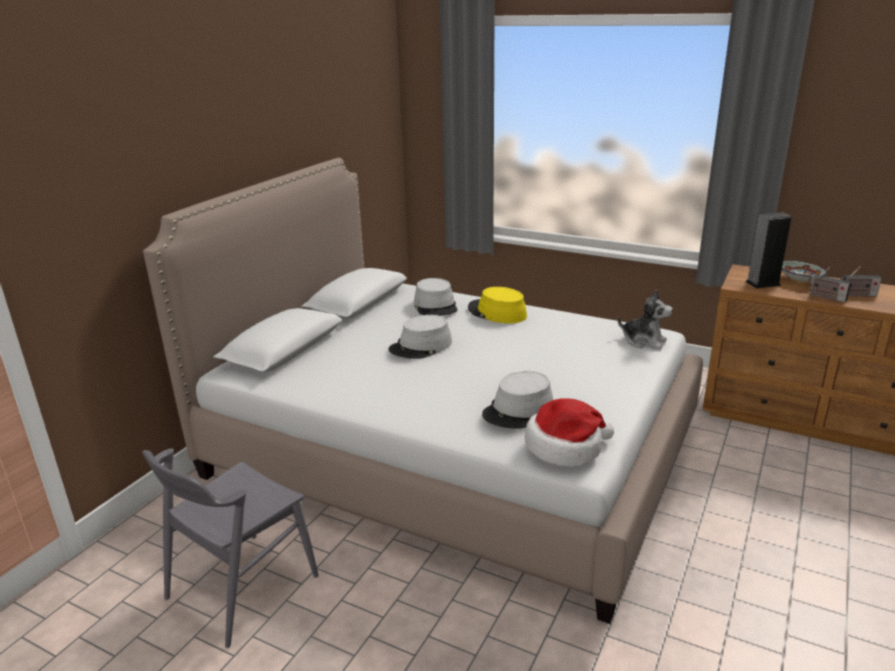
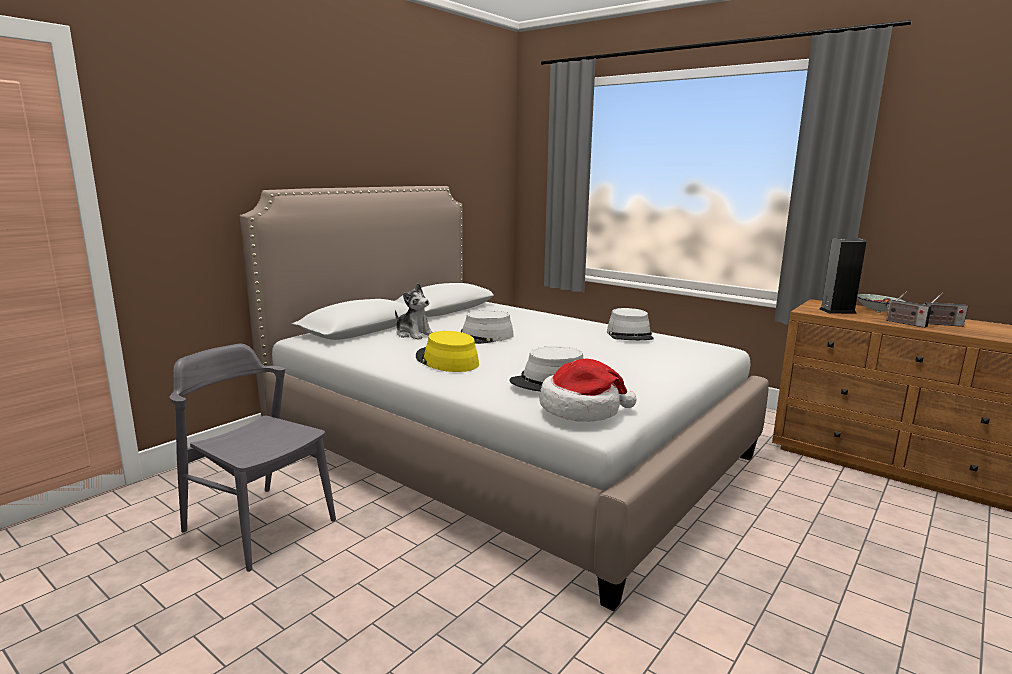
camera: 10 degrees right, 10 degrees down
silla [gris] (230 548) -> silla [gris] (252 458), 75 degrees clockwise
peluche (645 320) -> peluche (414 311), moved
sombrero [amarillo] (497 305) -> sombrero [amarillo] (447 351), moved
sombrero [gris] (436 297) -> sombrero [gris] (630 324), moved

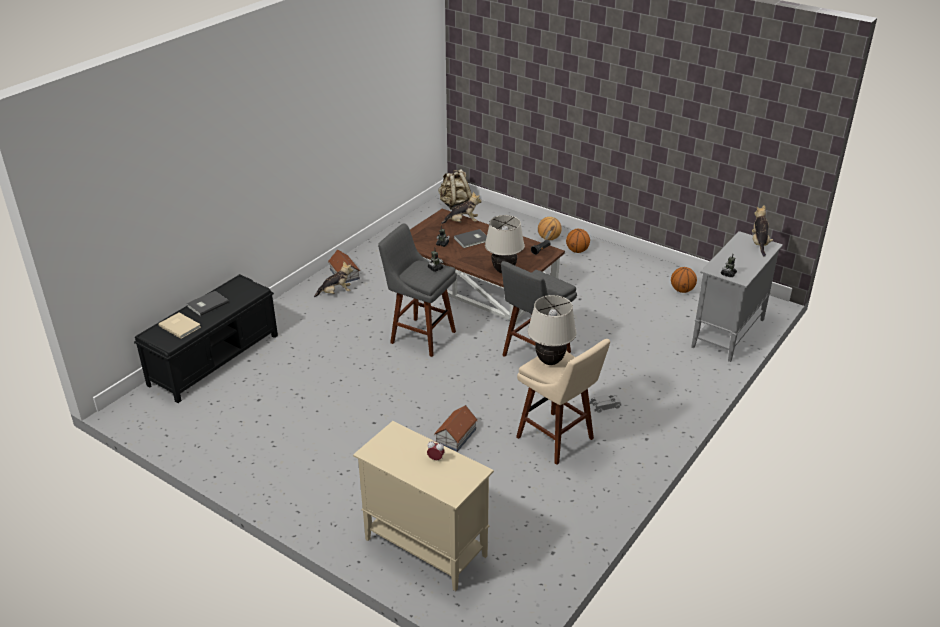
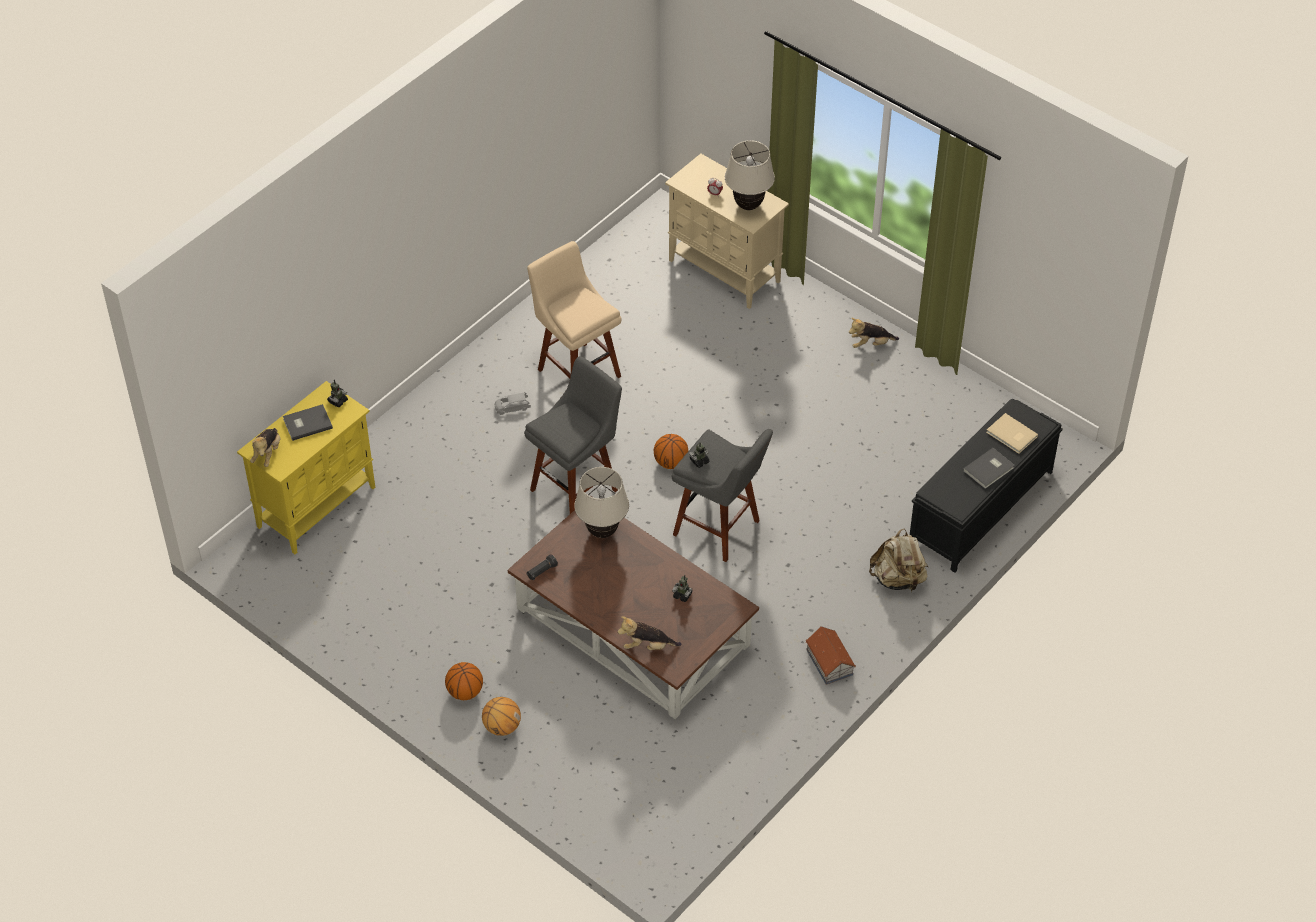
camera: 175 degrees left, 15 degrees up
armario [gris] (737 296) -> armario [amarillo] (306 467)
libro [gris] (470 238) -> libro [gris] (308 422), moved
balón de baloncesto (684 280) -> balón de baloncesto (671 451), moved
lámpara de mesa [beis] (552 330) -> lámpara de mesa [beis] (750 175), moved
peluche (333 279) -> peluche (874 333), moved
mochila [beis] (455 189) -> mochila [beis] (898 560), moved
casita (455 428) -> none

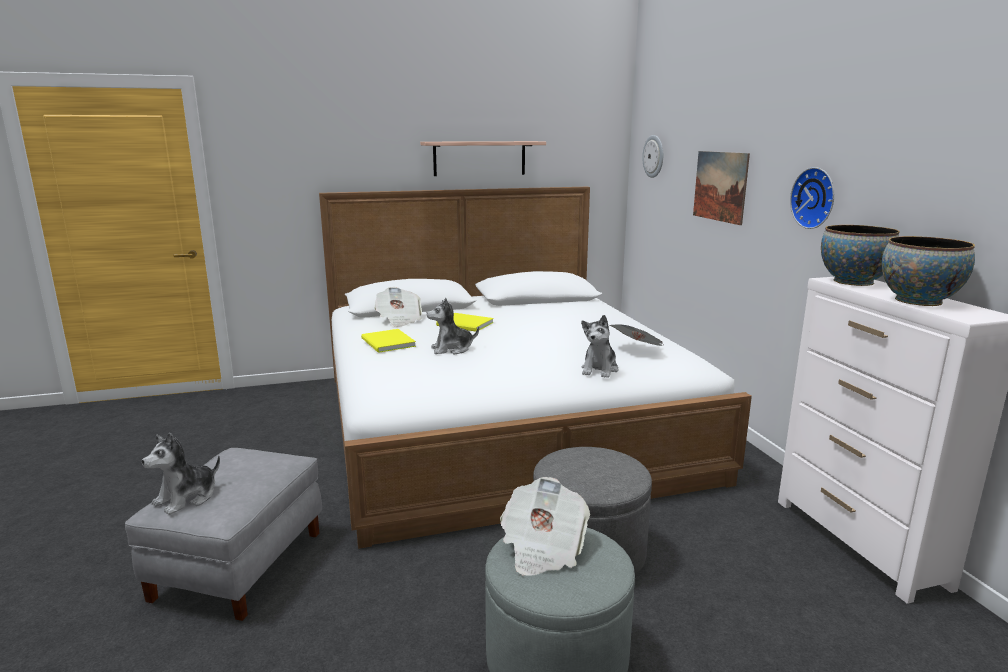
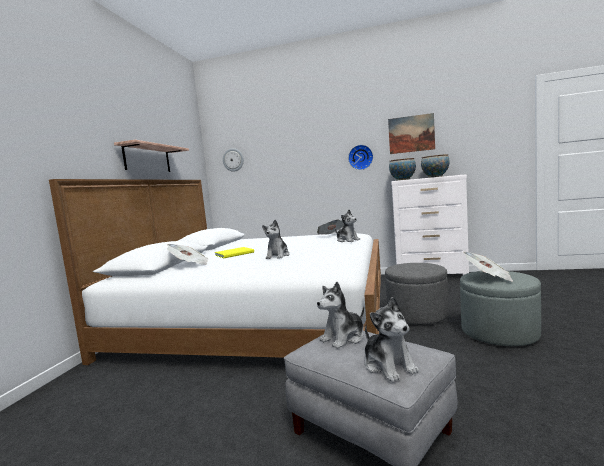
camera: 60 degrees left, 10 degrees down
none -> peluche (340 315)
cuadro (721 188) -> cuadro (411 133), moved
libro [amarillo] (388 341) -> none

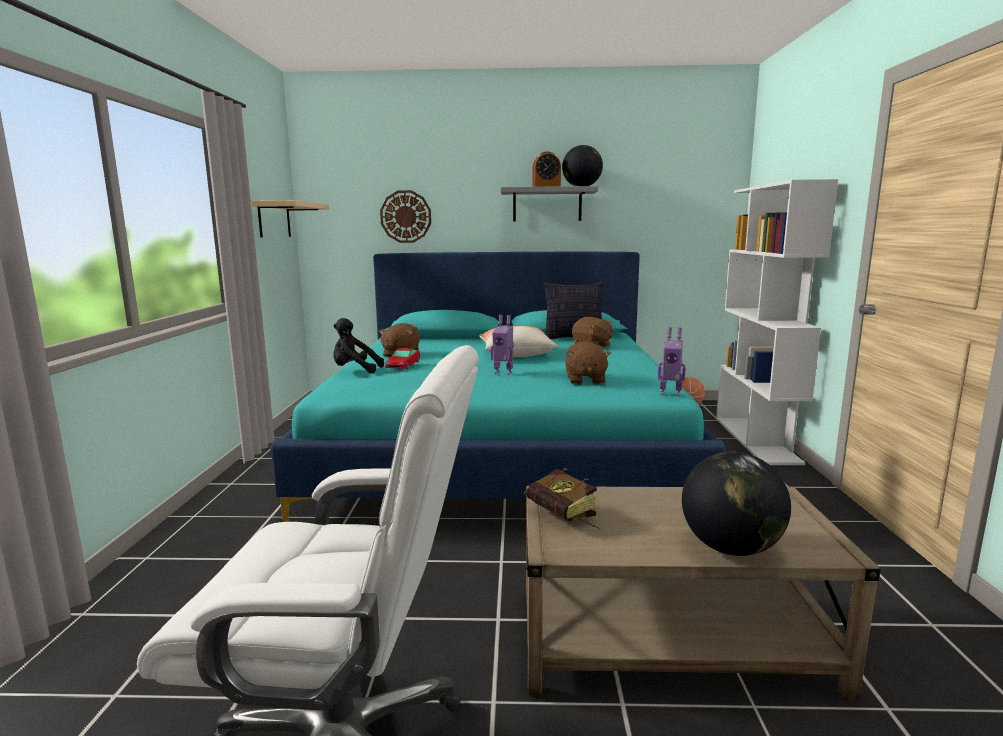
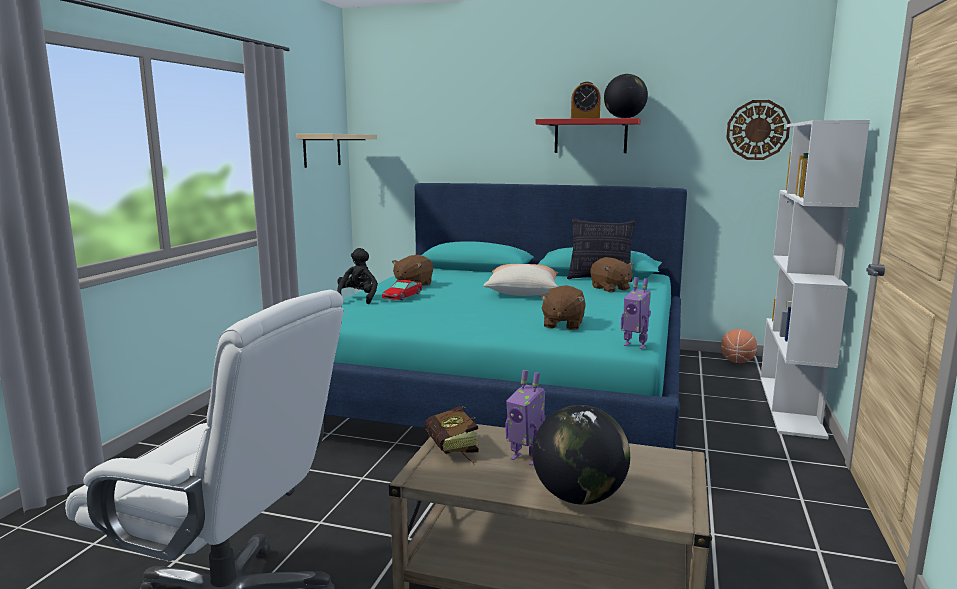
camera: 15 degrees right, 0 degrees up
peluche [negro] (358 345) -> peluche [negro] (357 276), 75 degrees clockwise
robot de juguete (502 345) -> robot de juguete (525 418), moved
estante [gris] (549 203) -> estante [rojo] (588 135)
reloj de pared (405 216) -> reloj de pared (758 130), moved

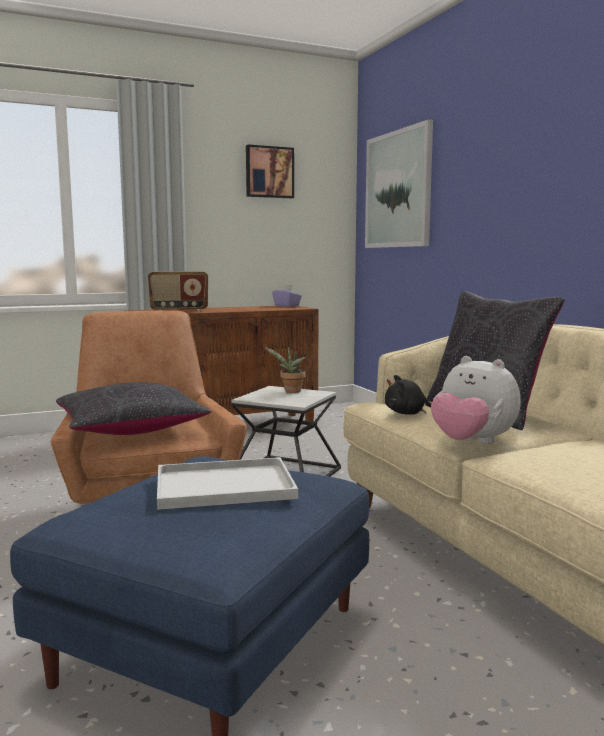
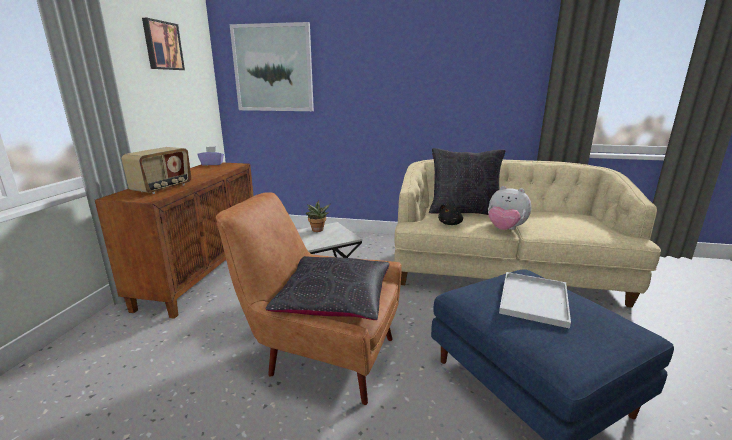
camera: 55 degrees left, 10 degrees up
peluche (476 400) -> peluche (509 208), 45 degrees clockwise

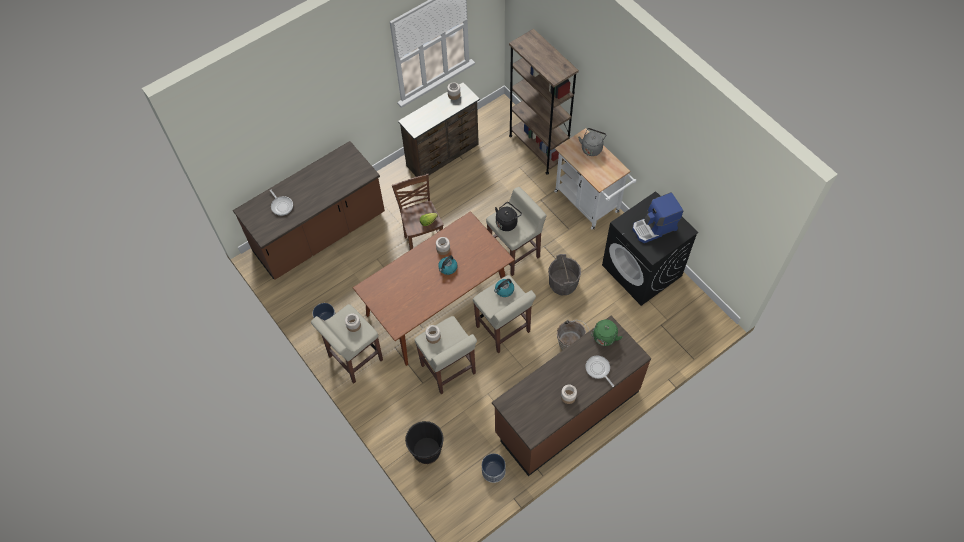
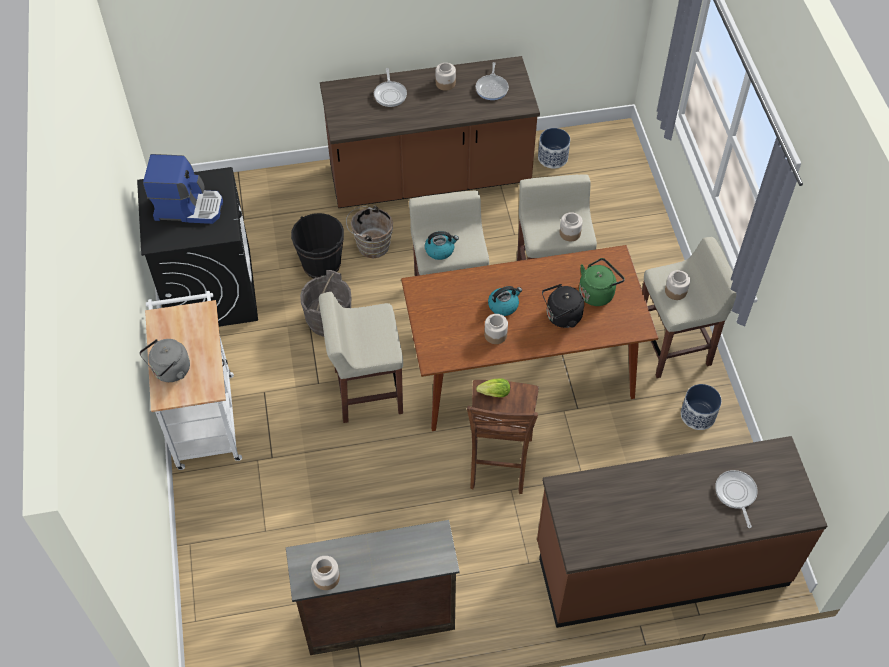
camera: 155 degrees left, 5 degrees down
cubo [negro] (424 442) -> cubo [negro] (317 245), moved
none -> sartén (492 81)
hervidor [negro] (508 216) -> hervidor [negro] (563 306), moved
hervidor [verde] (606 332) -> hervidor [verde] (602 282), moved
estantería [marrón] (544 102) -> none

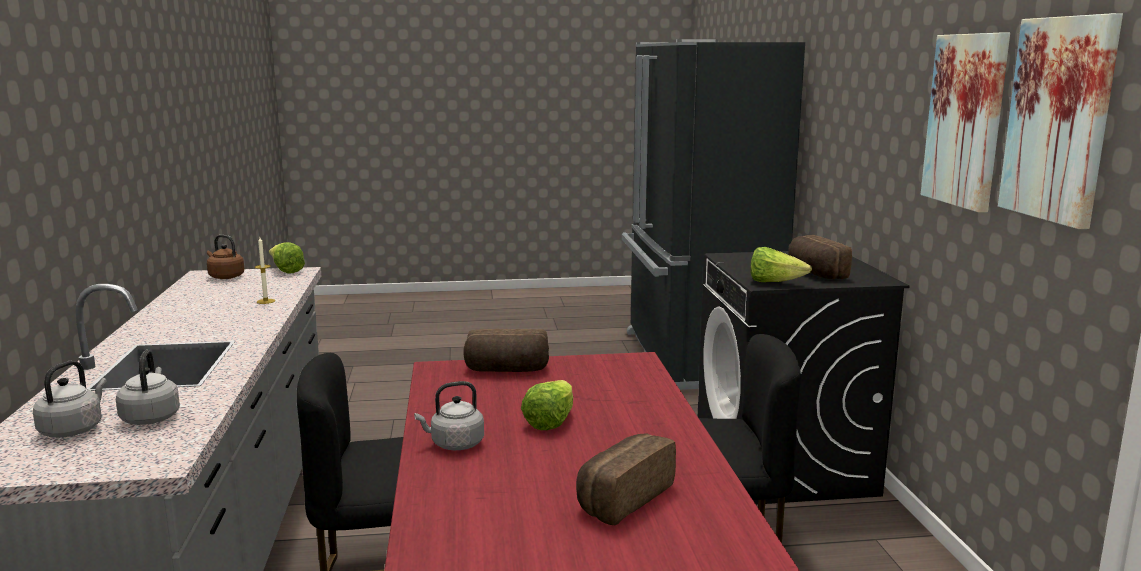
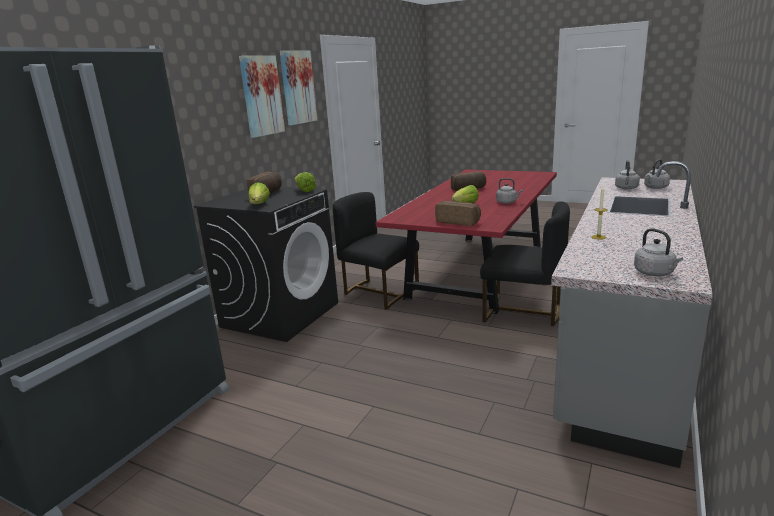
camera: 145 degrees left, 5 degrees up
lechuga (287 257) -> lechuga (259 193), moved
hervidor [marrón] (225 257) -> hervidor [gris] (658 252)

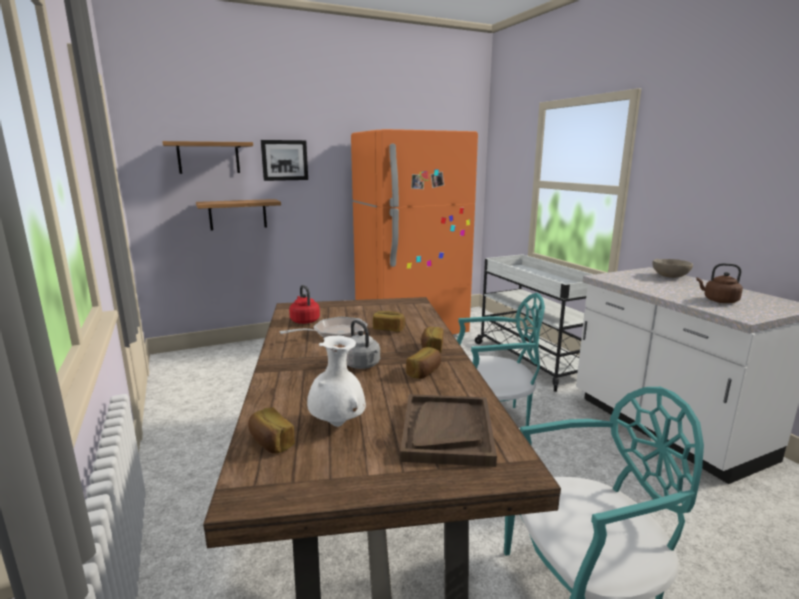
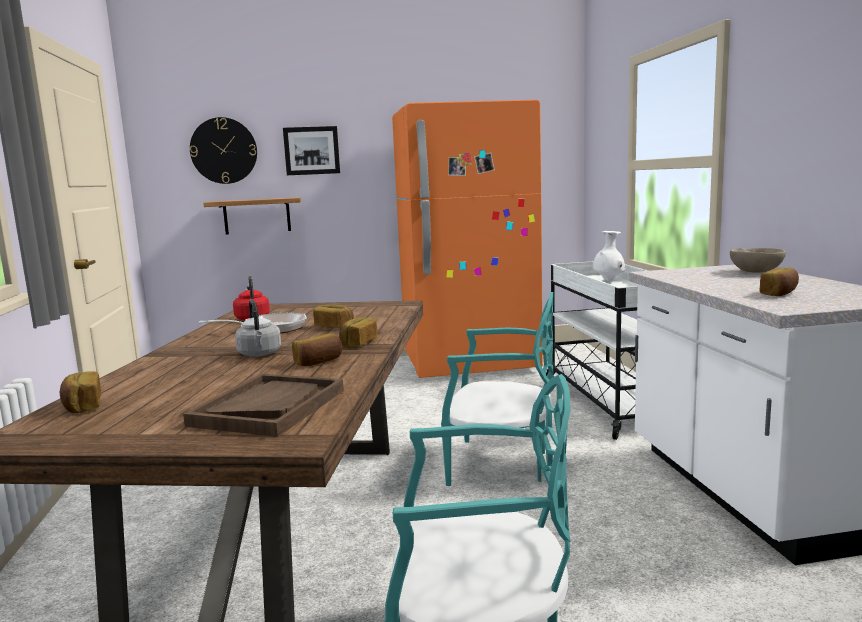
camera: 15 degrees right, 5 degrees down
estante (207 157) -> reloj de pared (223 150)
florero [blanco] (336 381) -> florero [blanco] (608 256), moved
hervidor [marrón] (719 283) -> pan (779 282)

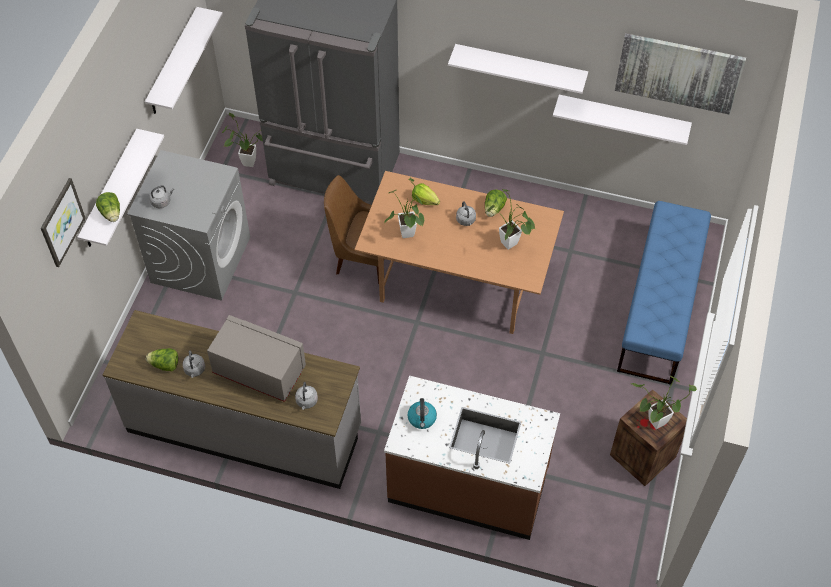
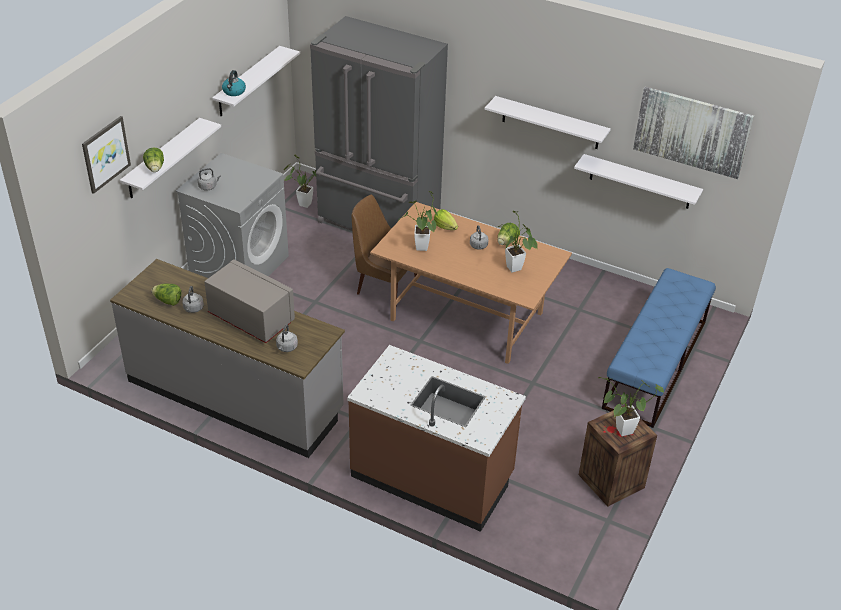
camera: 10 degrees right, 15 degrees down
hervidor (422 413) -> hervidor (234 83), moved

